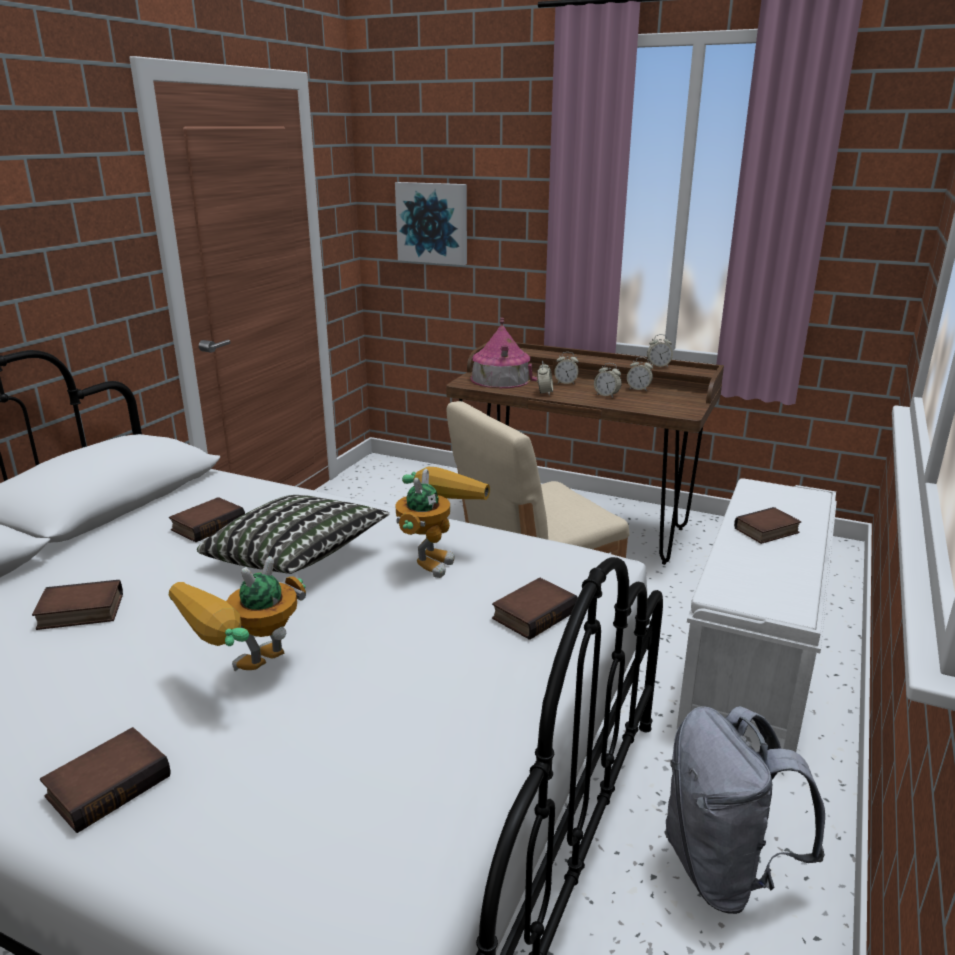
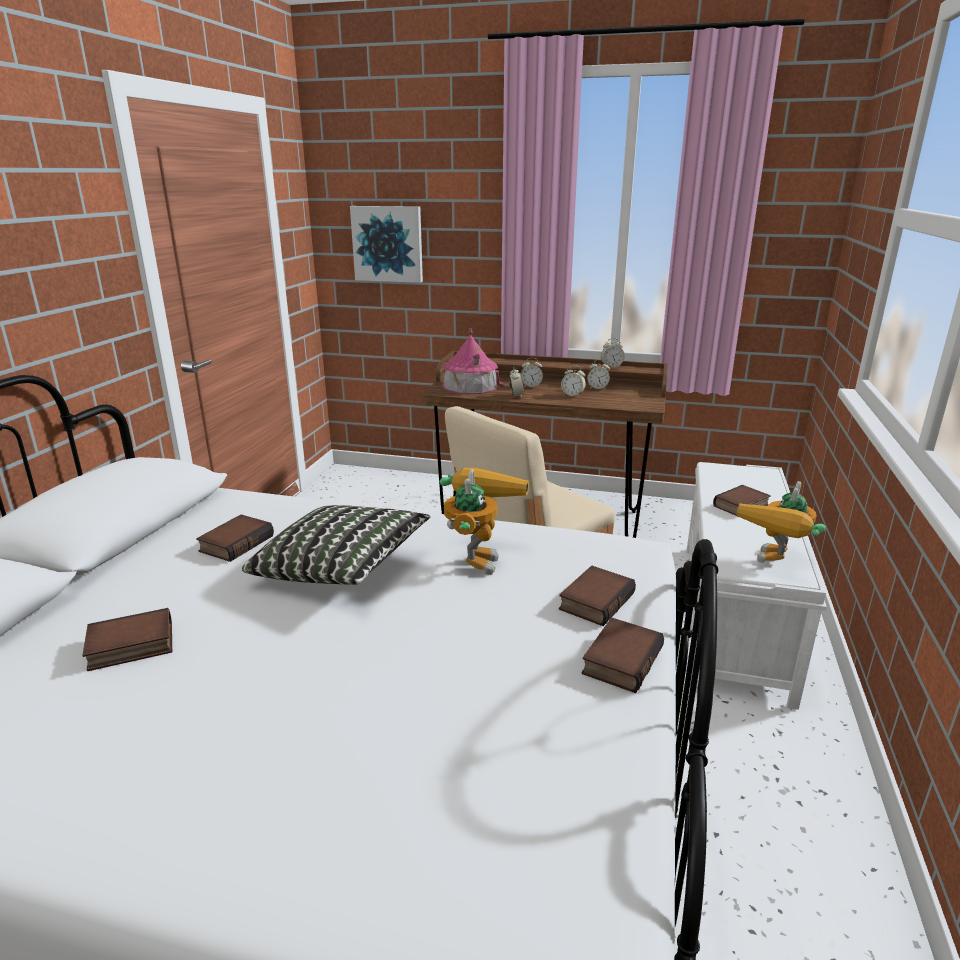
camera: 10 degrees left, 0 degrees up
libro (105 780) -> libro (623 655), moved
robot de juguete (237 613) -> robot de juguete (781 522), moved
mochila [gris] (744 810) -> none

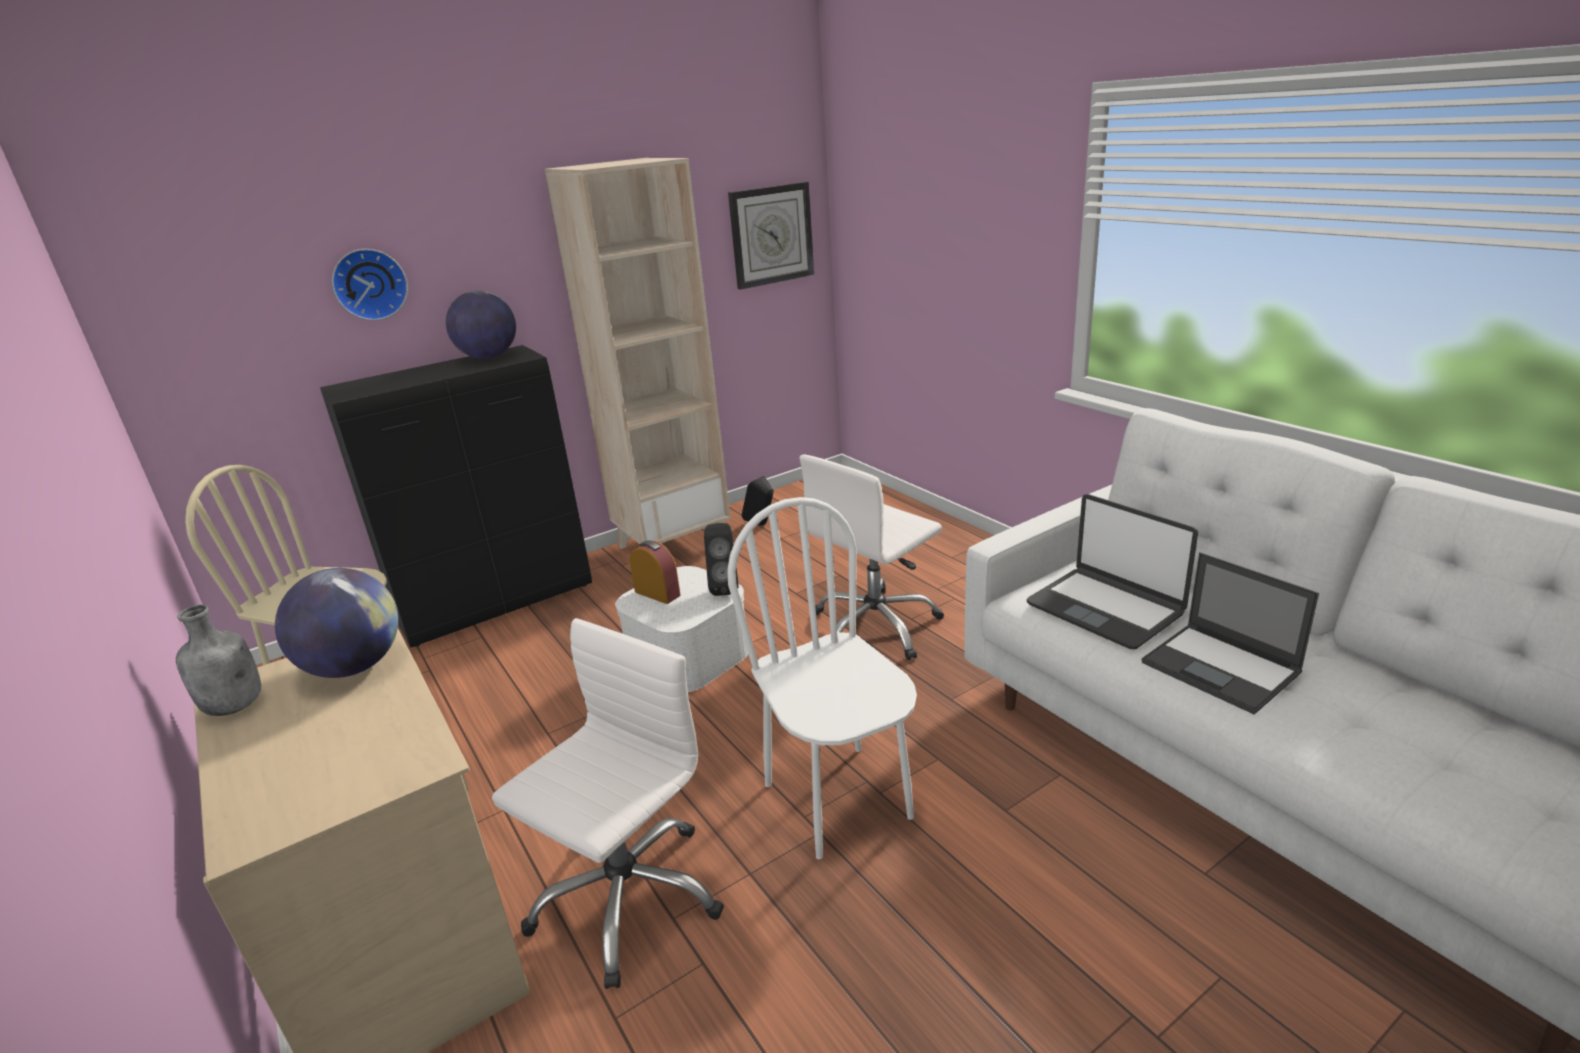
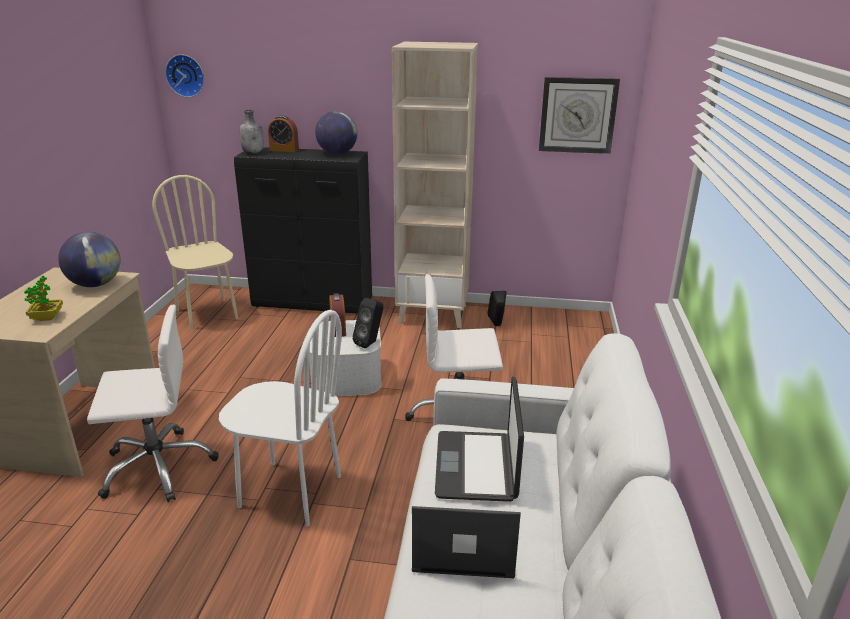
camera: 40 degrees right, 0 degrees up
none -> planta en maceta (43 298)
reloj de pared (370 285) -> reloj de pared (184 75), moved
silla [blanco] (822 678) -> silla [blanco] (280 418), 90 degrees clockwise
botella [gris] (218 660) -> botella [gris] (251 132), moved
none -> despertador (283 133)
portátil (1230 633) -> portátil (466 542), 90 degrees clockwise

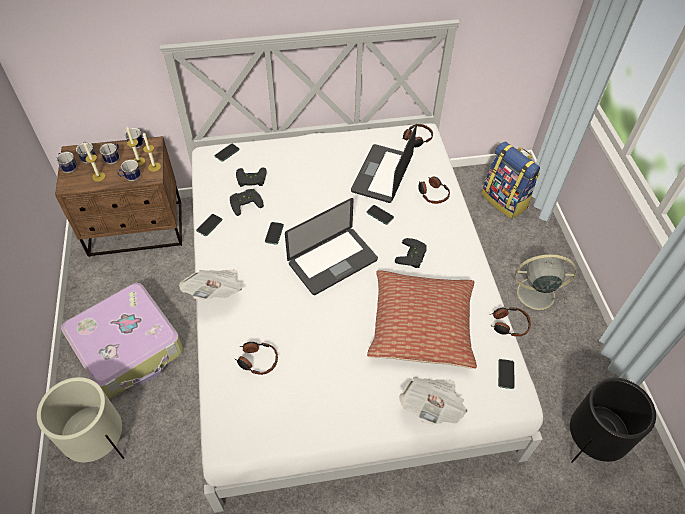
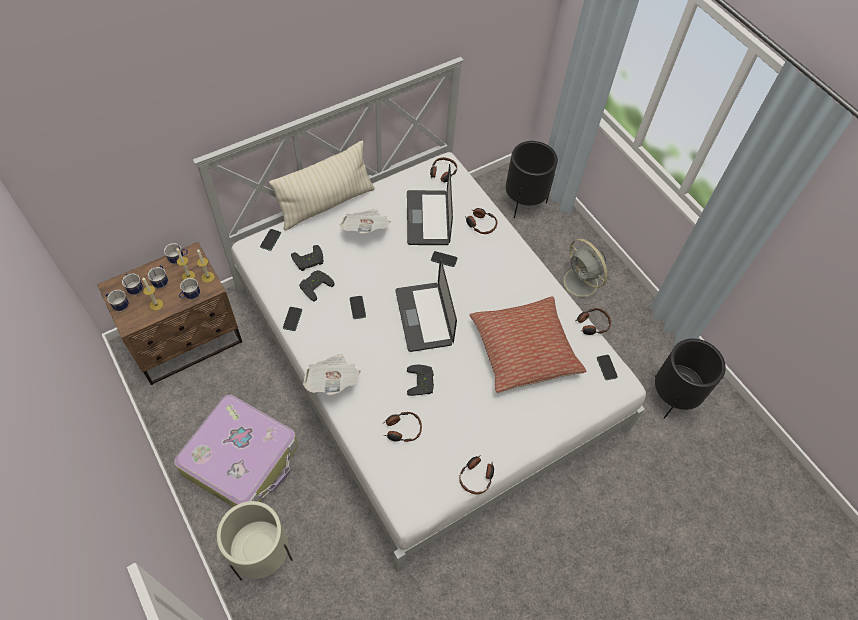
camera: 25 degrees left, 5 degrees up
none -> cojín [beis] (322 185)
periódico (433 400) -> periódico (365 221), moved
portátil (331 246) -> portátil (426 305), 135 degrees clockwise
mando de consola [negro] (410 253) -> mando de consola [negro] (420 380), moved
none -> auriculares (476 475)
mochila (510 180) -> maceta [negro] (532 179)
ventilador [gris] (541 285) -> ventilador [gris] (582 272), 105 degrees counterclockwise

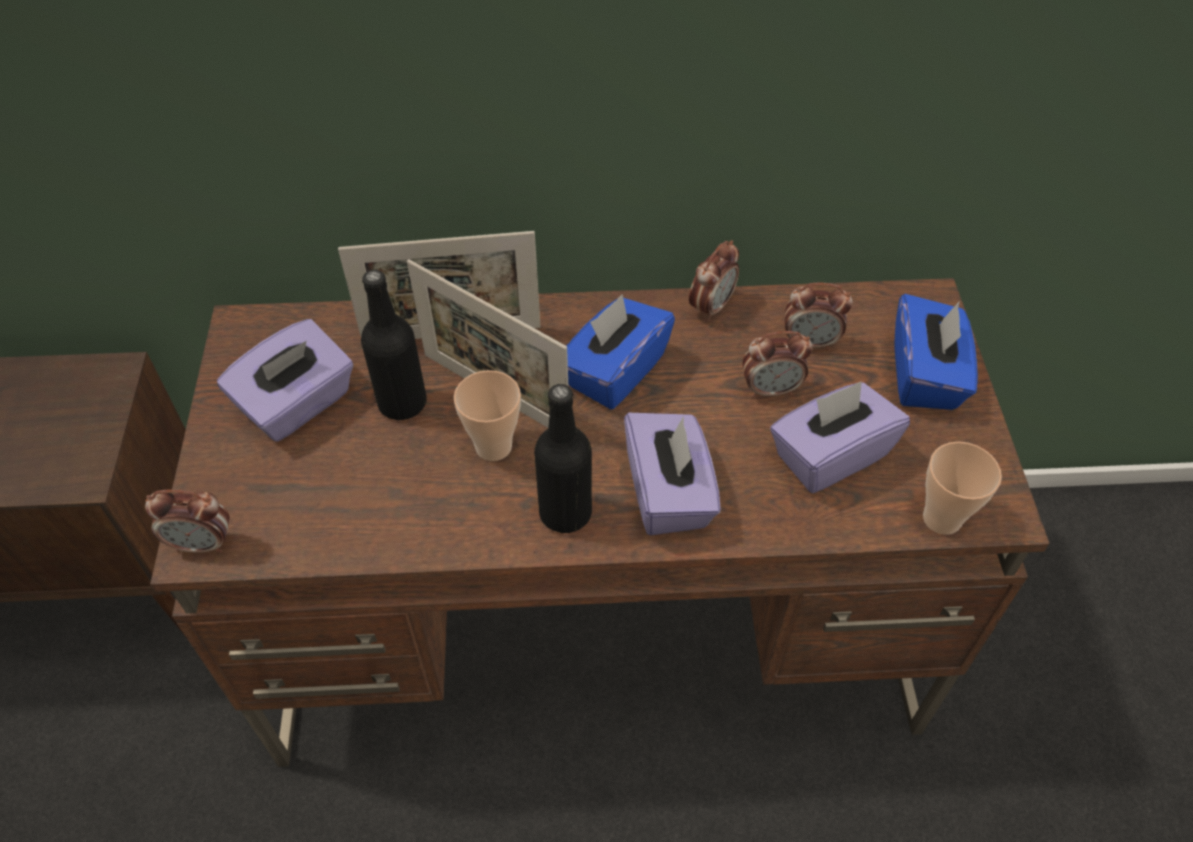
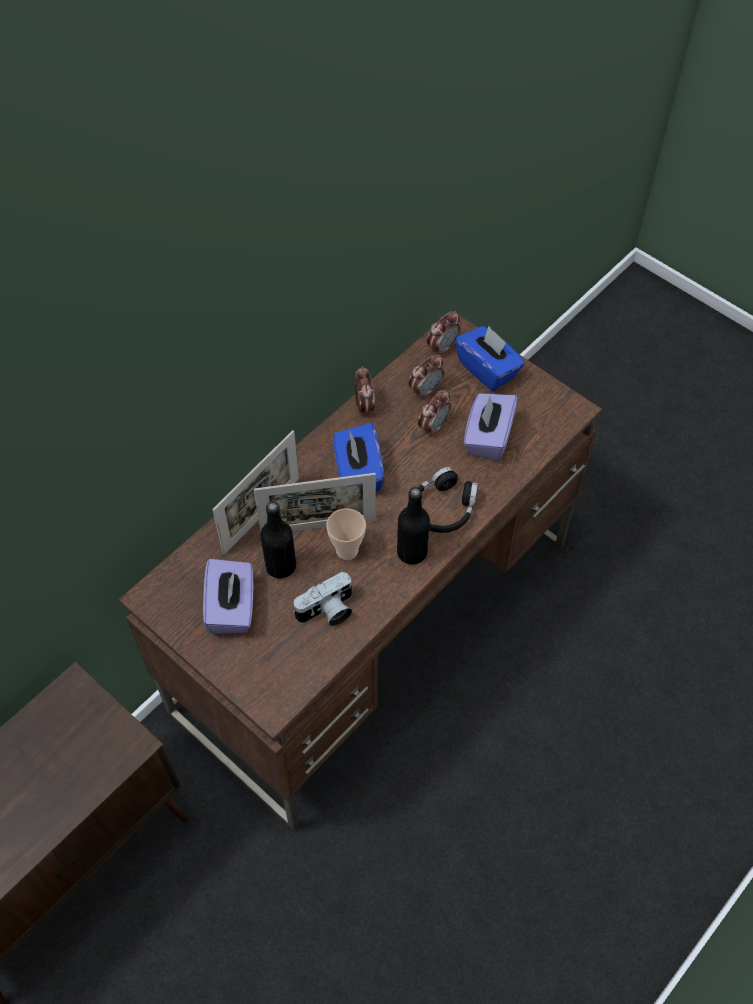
camera: 45 degrees left, 5 degrees up
none -> cámara (322 598)
caja de pañuelos [morado] (672 474) -> auriculares [negro] (448 500)
despertador (187 521) -> despertador (443 333), moved
taza (962 488) -> none

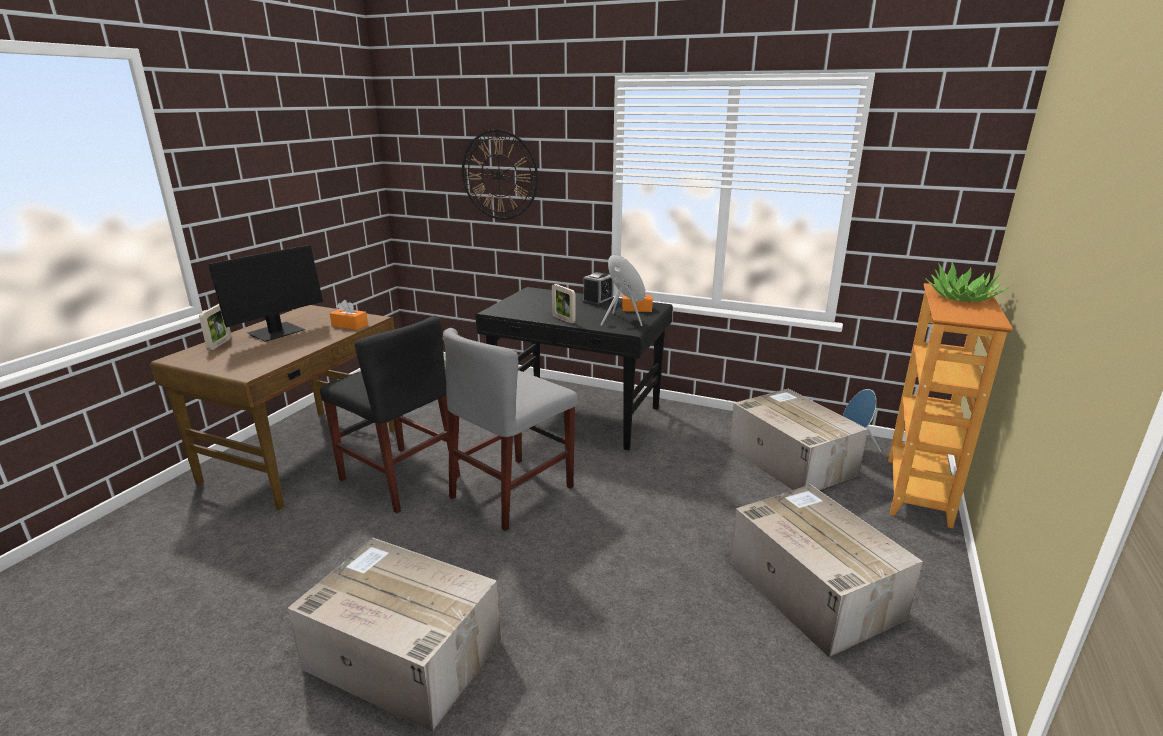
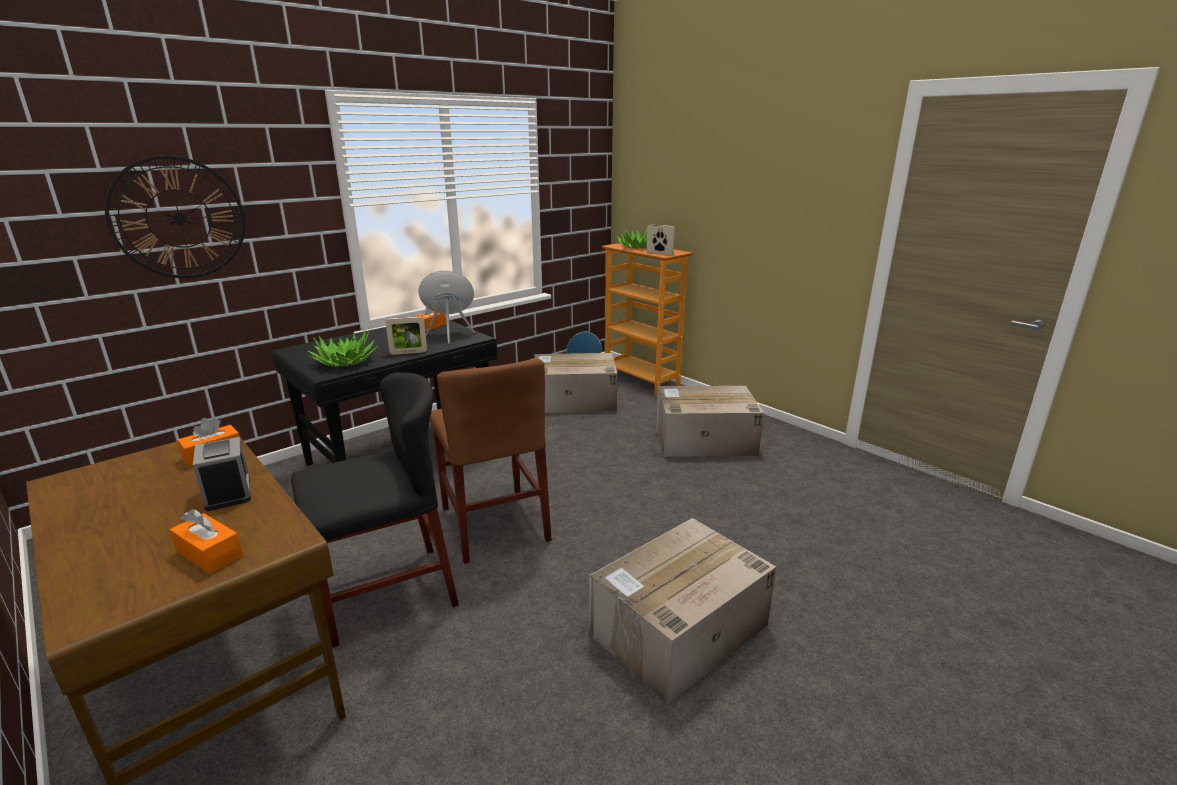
camera: 65 degrees left, 0 degrees up
none -> caja de pañuelos [naranja] (206 541)
despertador (598 289) -> despertador (222 474), moved
none -> planta en maceta (343 348)
silla [gris] (510 429) -> silla [marrón] (491 461)
portarretratos (215 327) -> portarretratos (661 240), moved
monitor (266 293) -> none

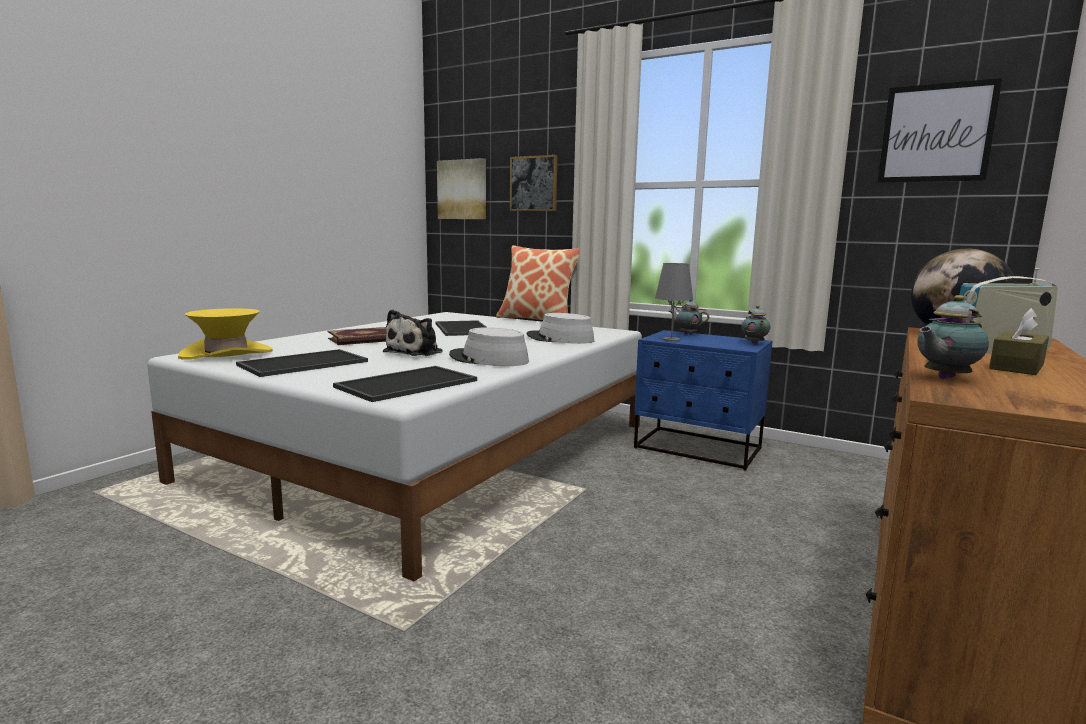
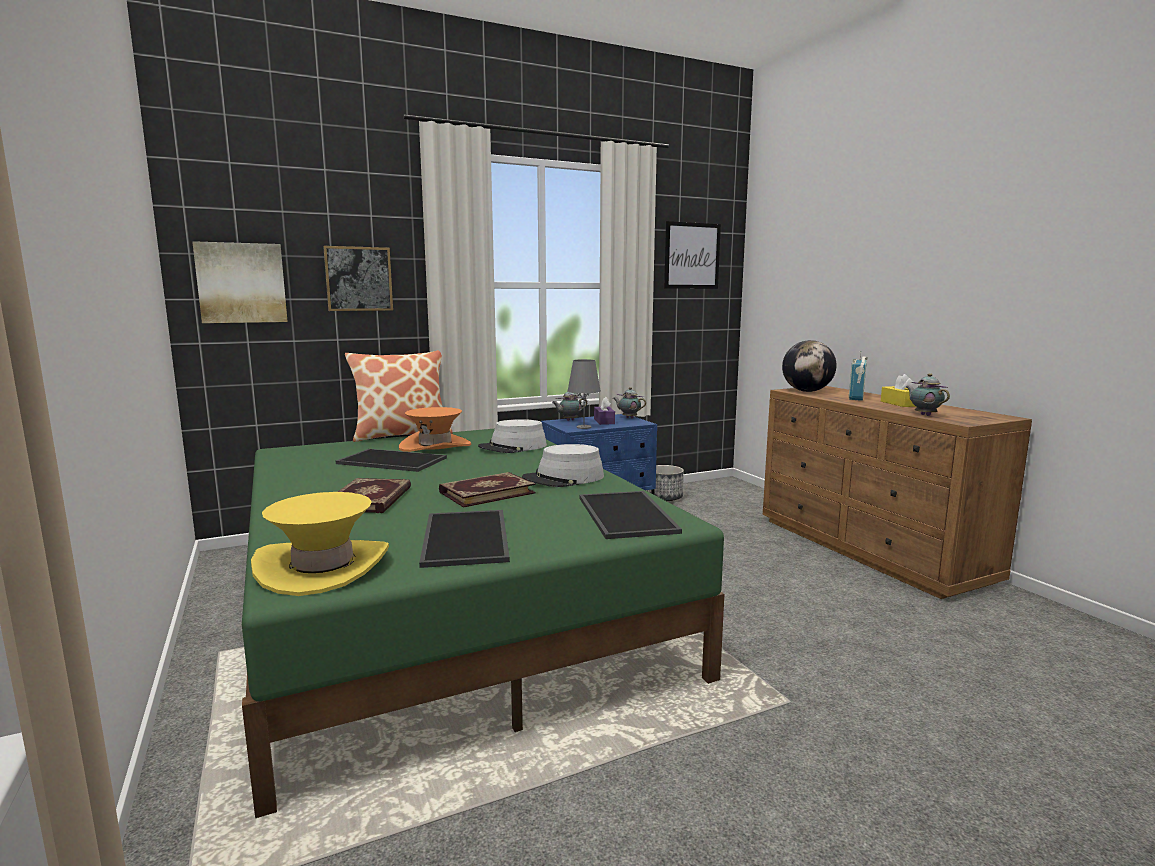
camera: 55 degrees left, 0 degrees up
cama [blanco] (394 447) -> cama [verde] (483 623)
none -> sombrero [naranja] (435 429)
peluche (413 332) -> libro (487 490)
none -> caja de pañuelos [morado] (604 411)
none -> maceta (665 483)
caja de pañuelos [marrón] (1019 341) -> caja de pañuelos [amarillo] (898 390)
tetera (953 337) -> tetera (928 394), 150 degrees clockwise

